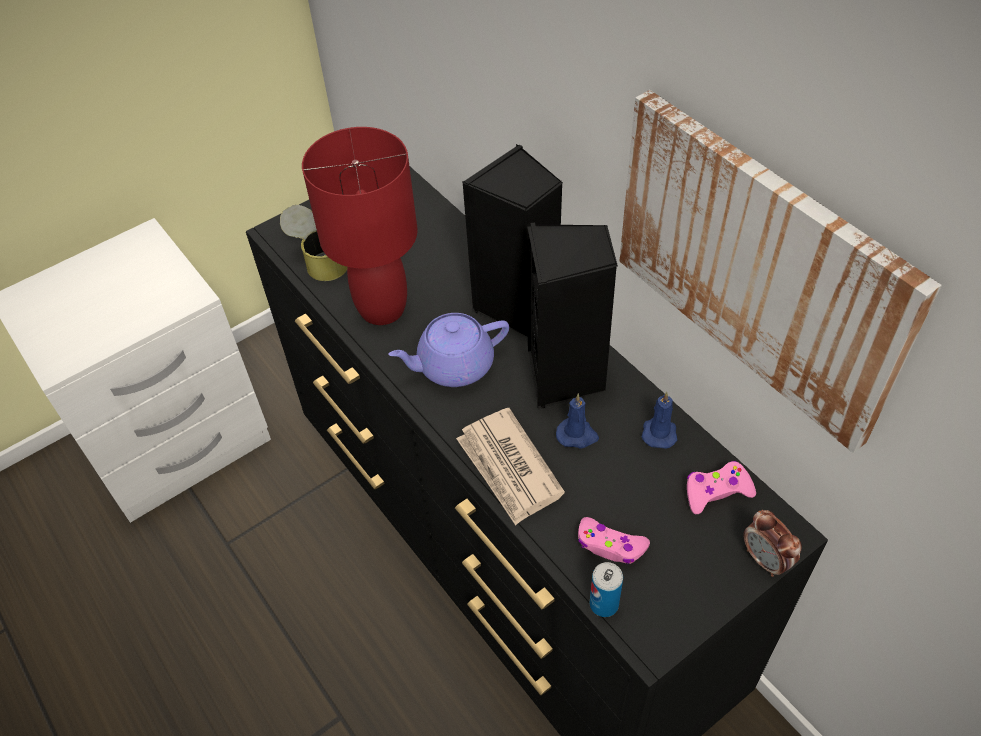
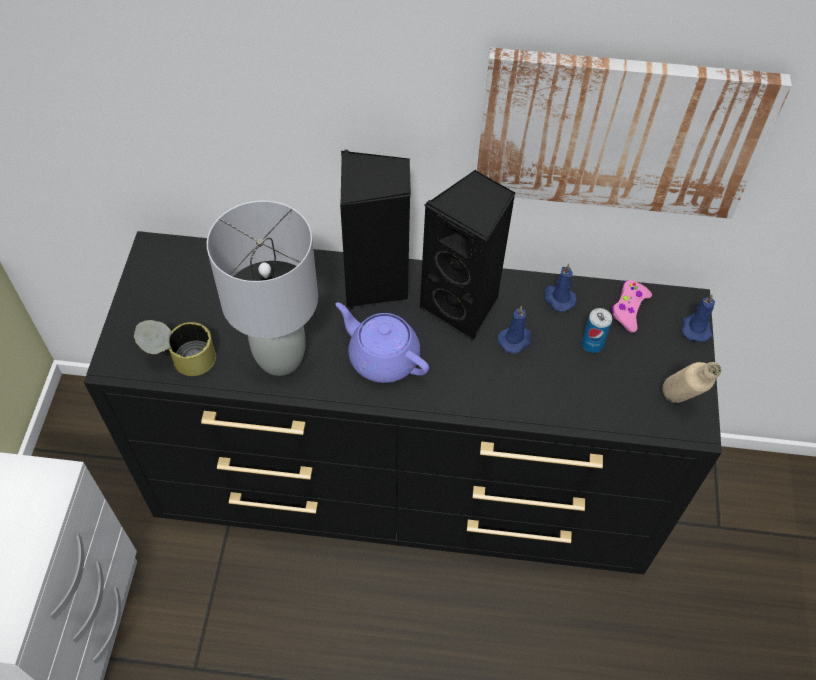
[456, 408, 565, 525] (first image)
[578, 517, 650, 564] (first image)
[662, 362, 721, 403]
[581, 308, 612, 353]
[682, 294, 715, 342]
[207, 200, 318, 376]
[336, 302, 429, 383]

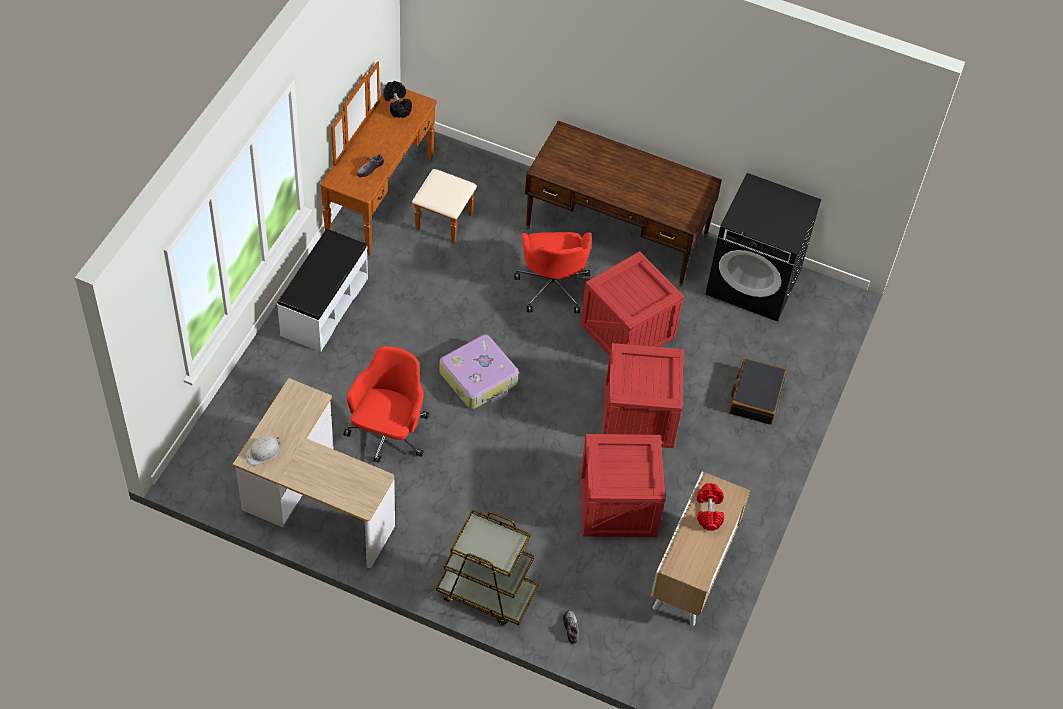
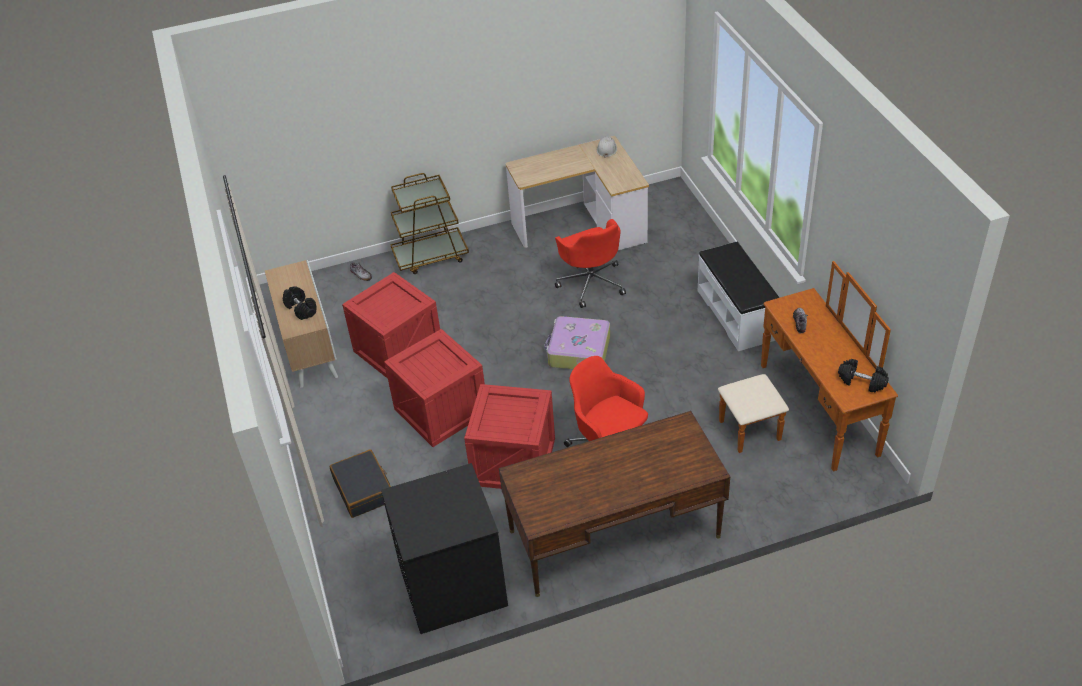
[283, 286, 317, 320]

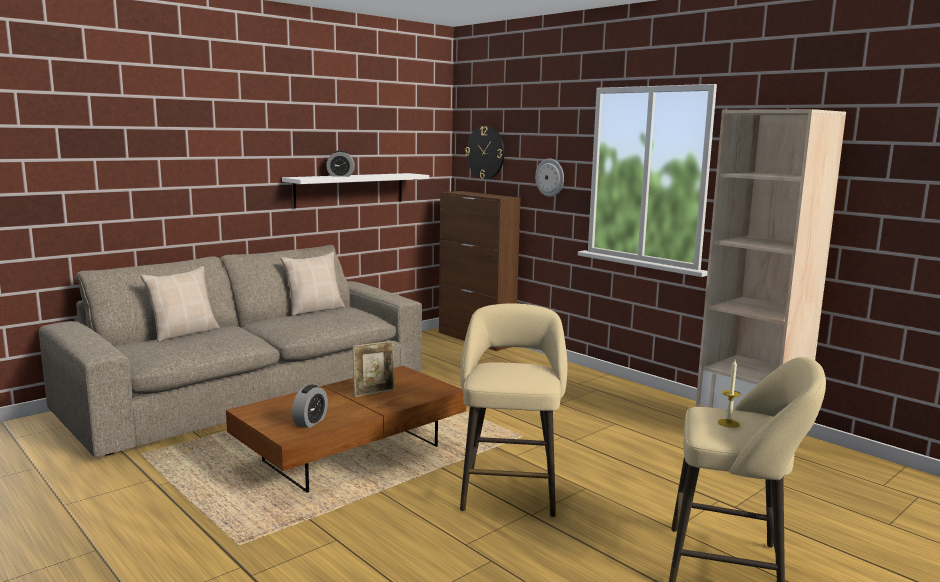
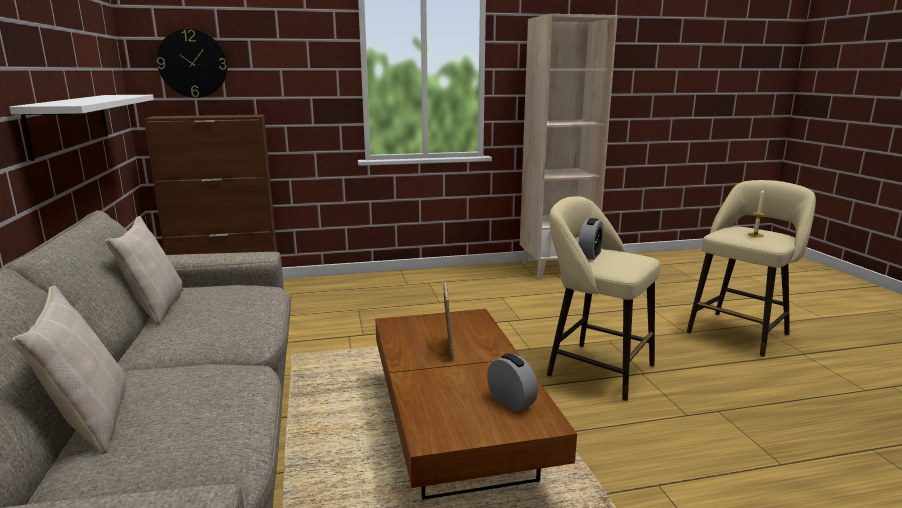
[535, 159, 564, 197] (first image)
[579, 218, 604, 260]

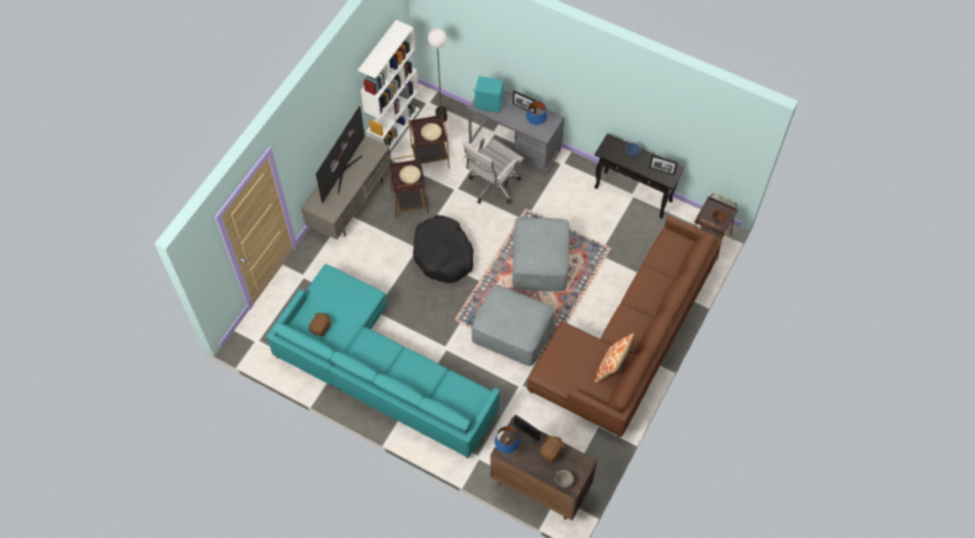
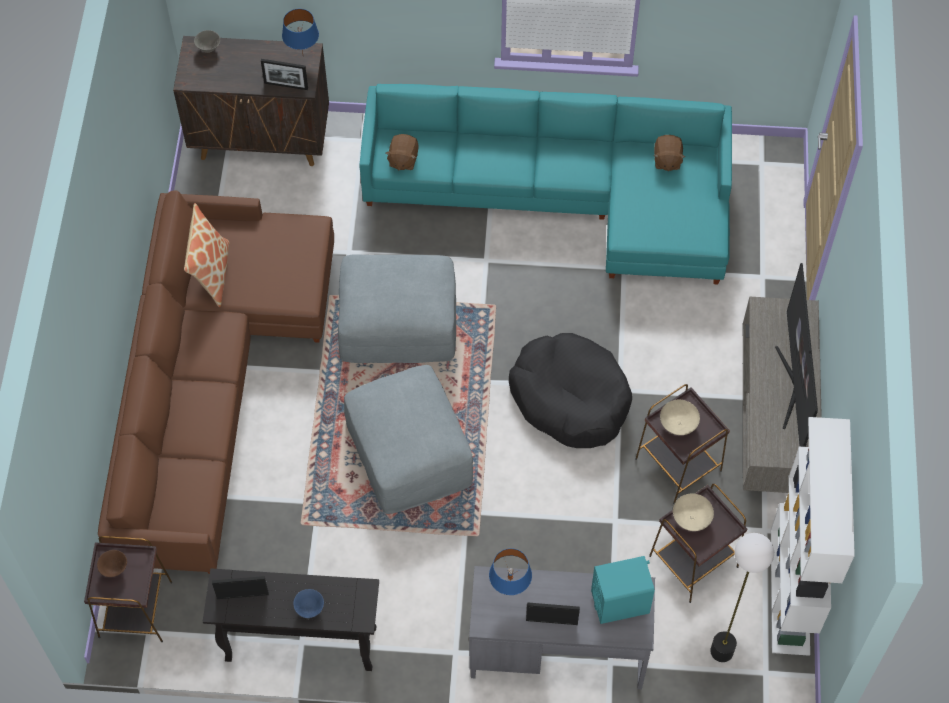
[463, 136, 524, 204] (first image)
[385, 134, 419, 170]

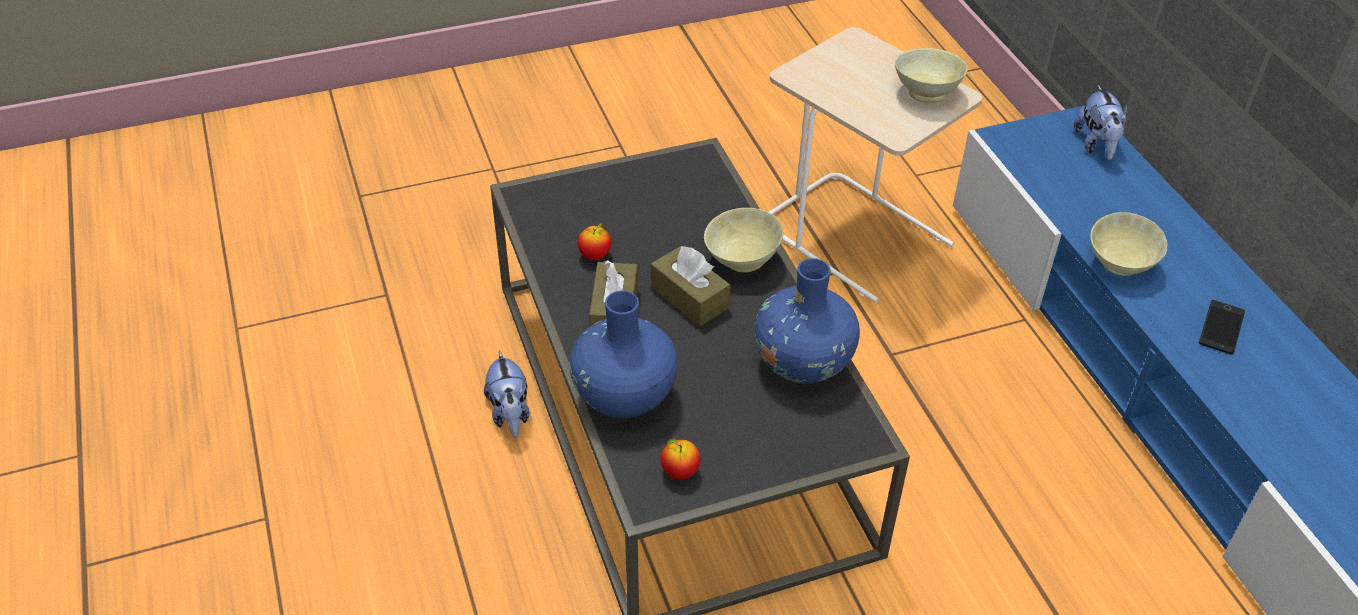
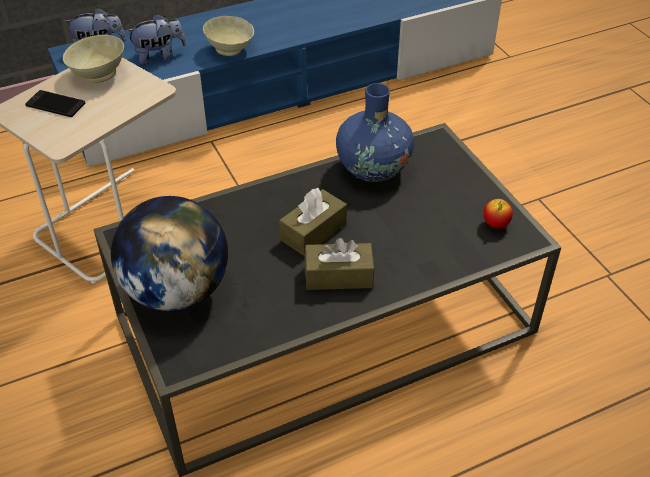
[569, 290, 677, 418] (first image)
[577, 223, 612, 260] (first image)
[704, 208, 783, 273] (first image)
[111, 196, 228, 311]
[126, 14, 186, 65]
[25, 90, 85, 117]

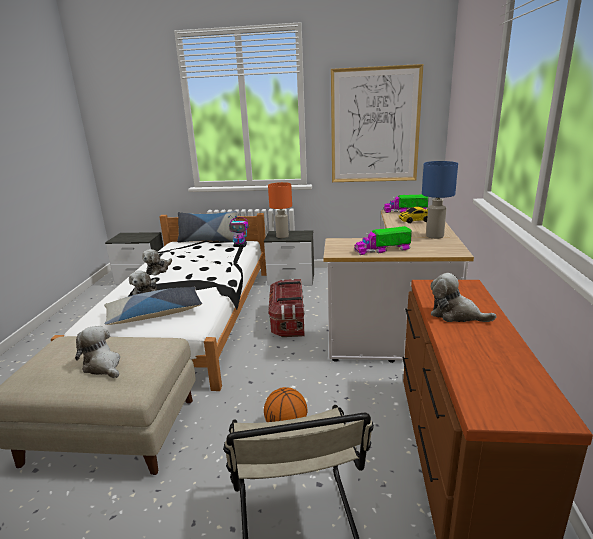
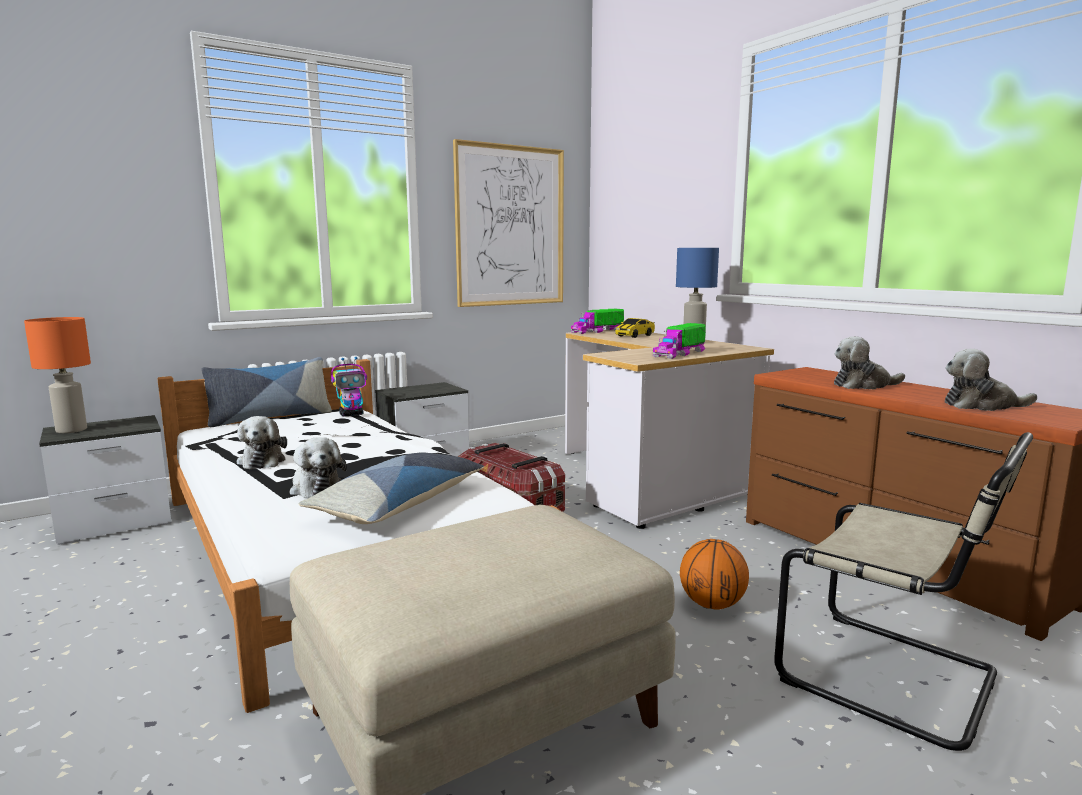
[945, 349, 1037, 411]
[24, 317, 91, 433]

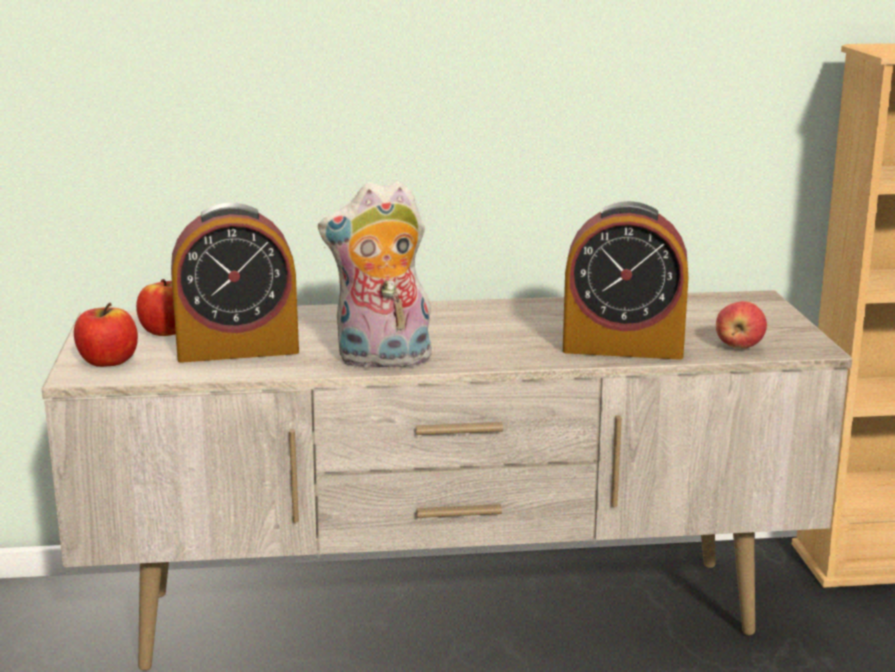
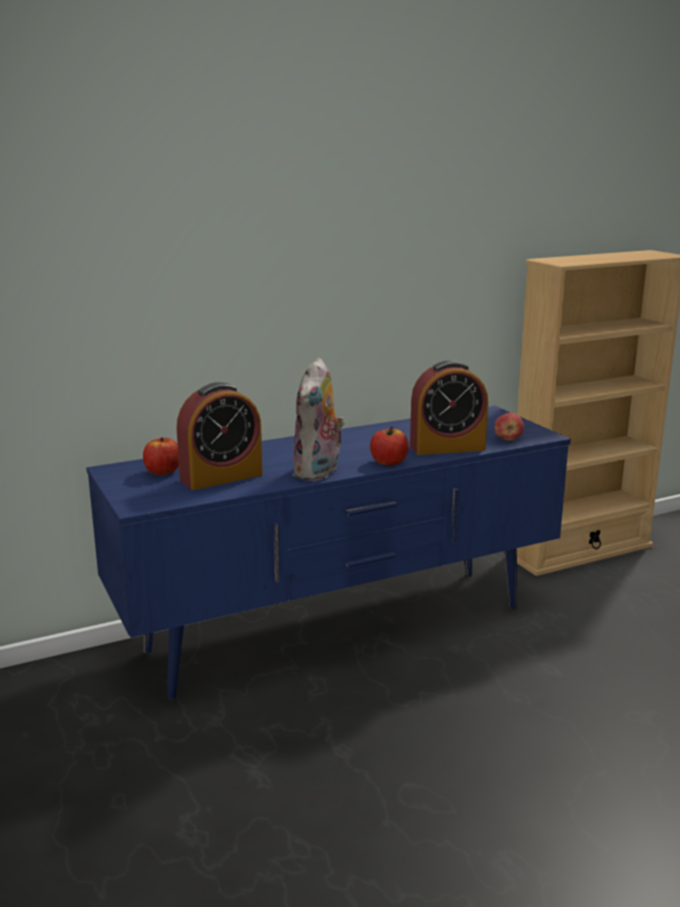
[370, 426, 409, 466]
[86, 406, 571, 700]
[292, 358, 345, 481]

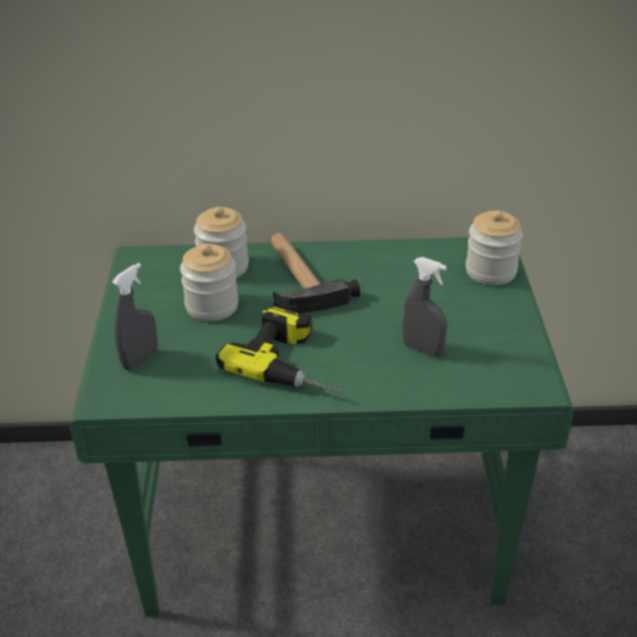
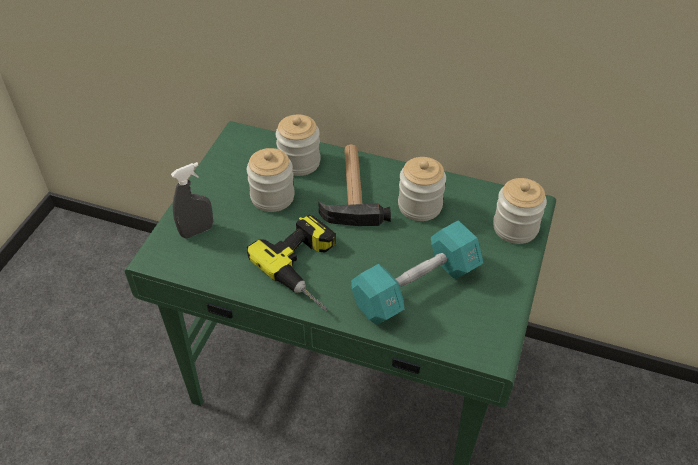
[398, 157, 446, 221]
[351, 221, 483, 325]

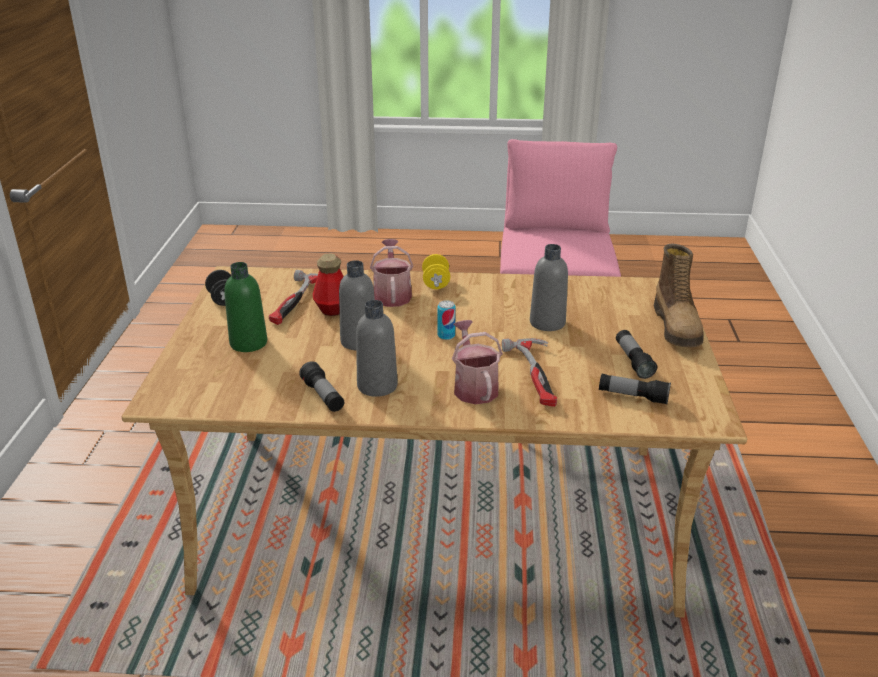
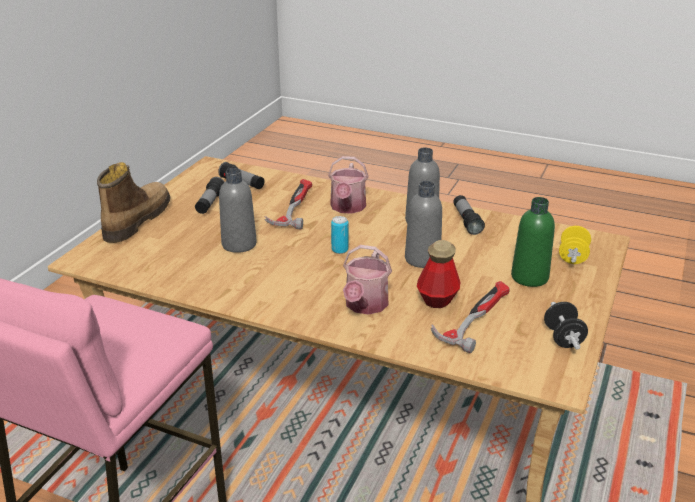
[559, 226, 591, 264]

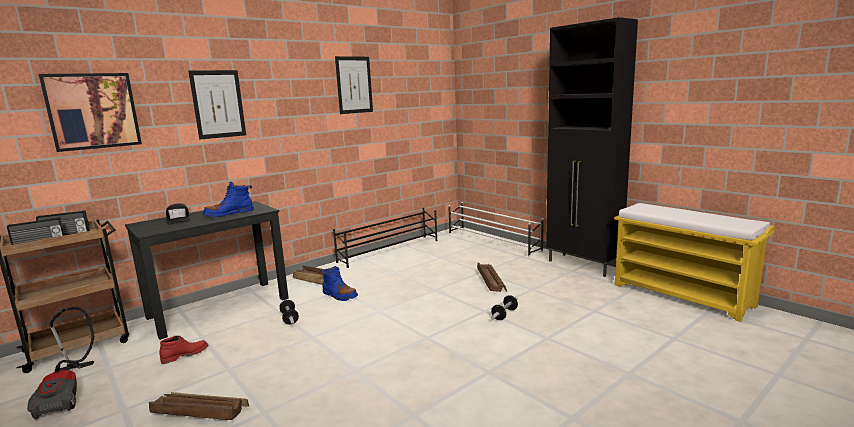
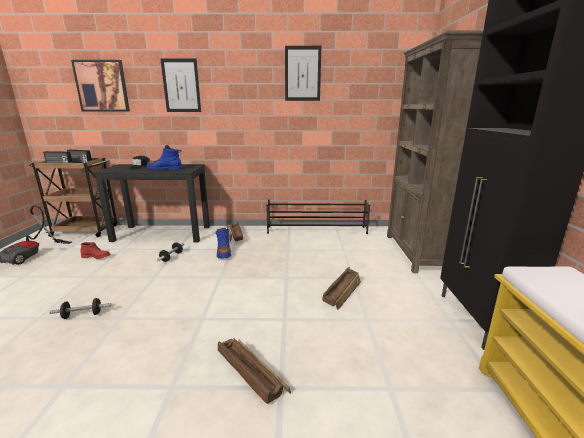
[218, 338, 291, 404]
[49, 298, 112, 319]
[387, 30, 483, 273]

